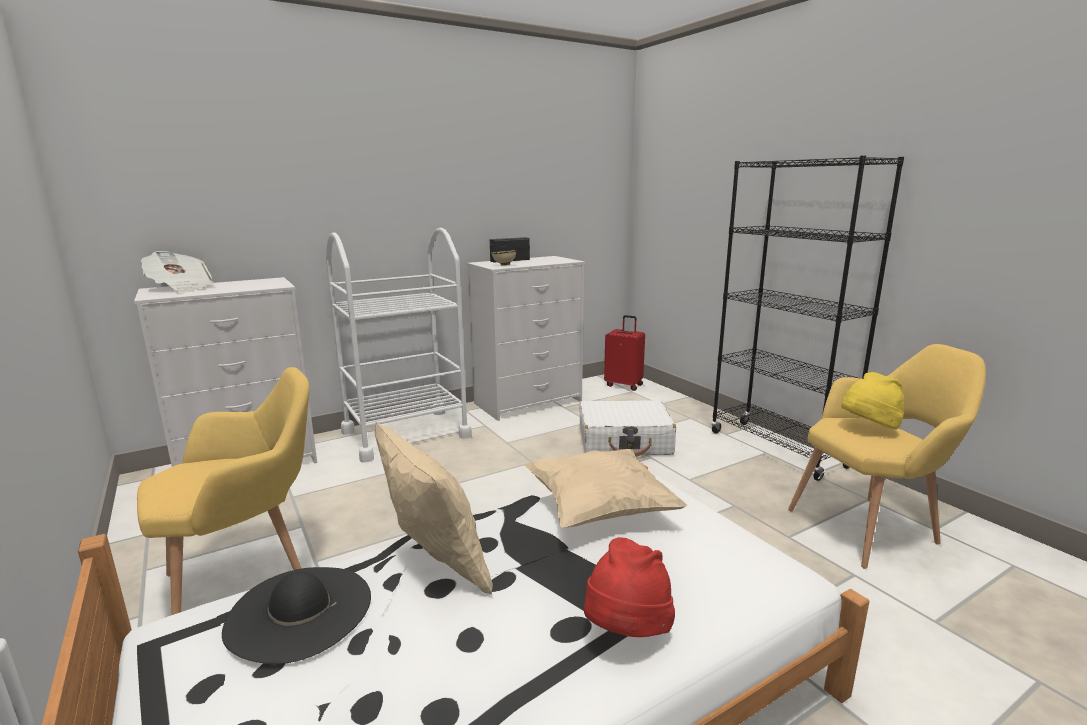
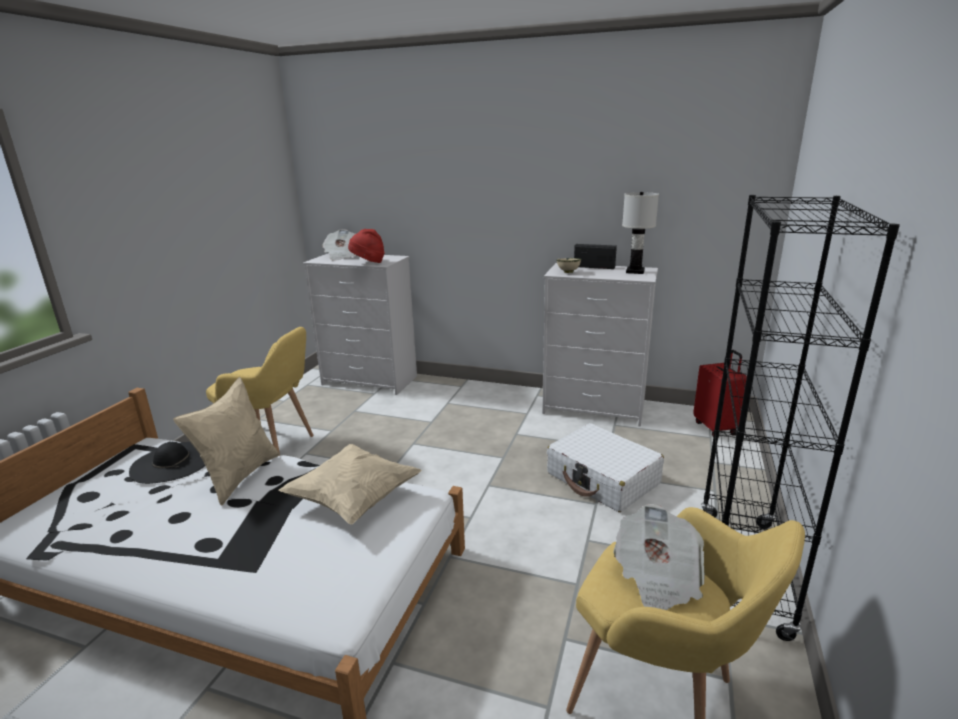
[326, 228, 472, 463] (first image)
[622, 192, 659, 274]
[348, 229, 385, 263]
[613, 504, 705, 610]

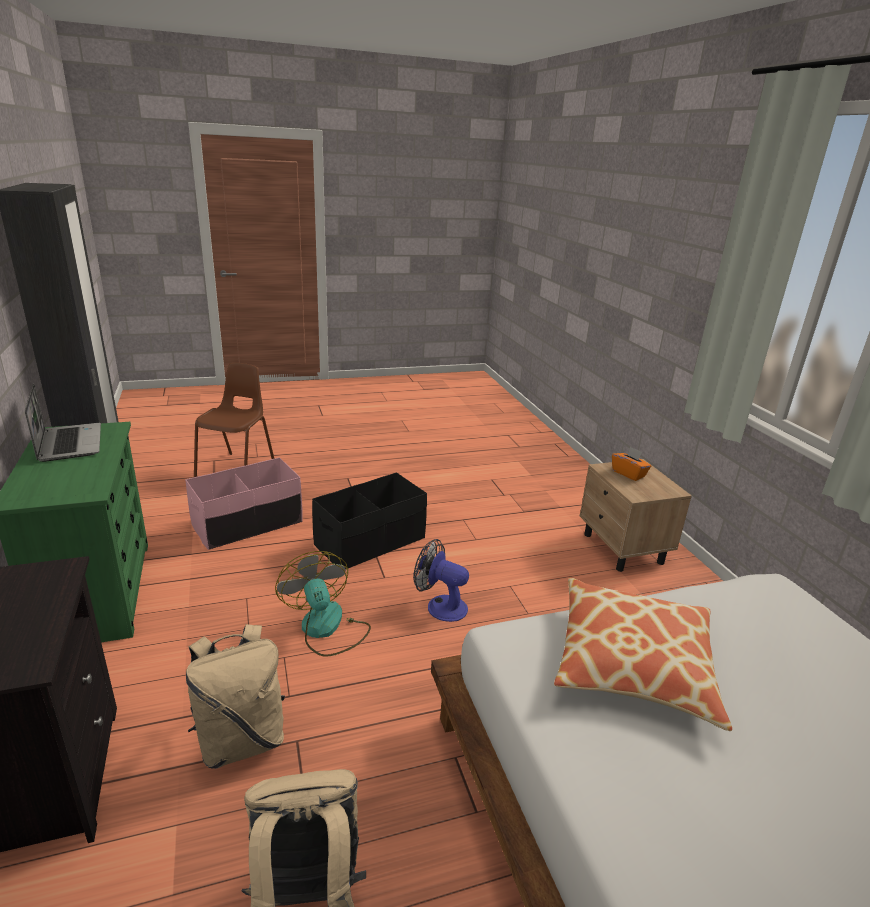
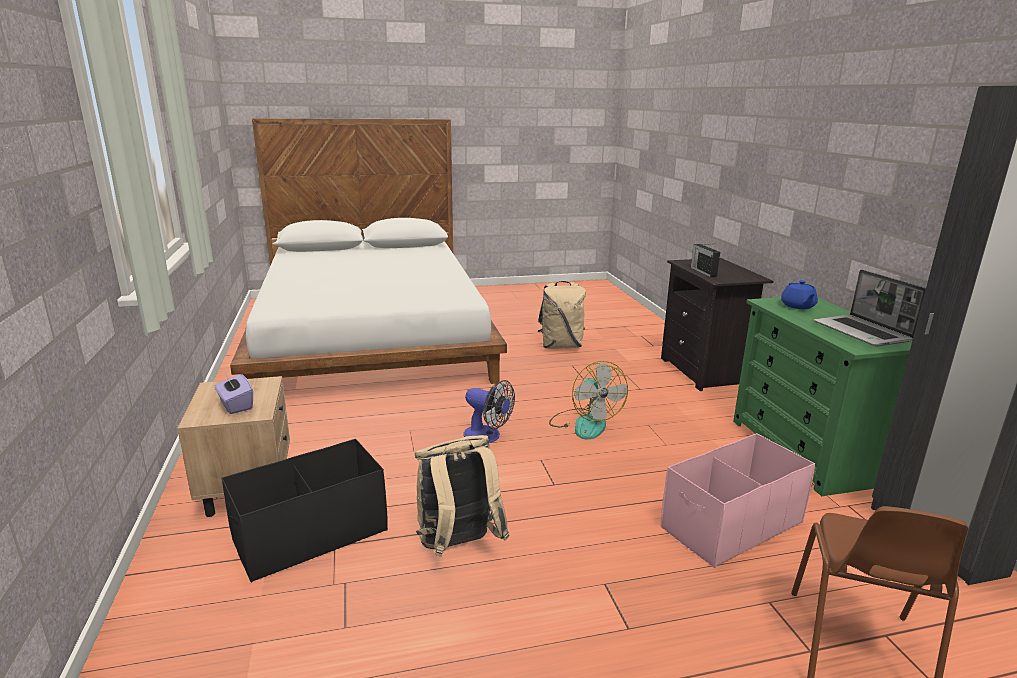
[554, 578, 732, 731] (first image)
[691, 244, 720, 277]
[781, 280, 818, 309]
[415, 435, 510, 557]
[221, 439, 388, 583]
[215, 373, 253, 414]

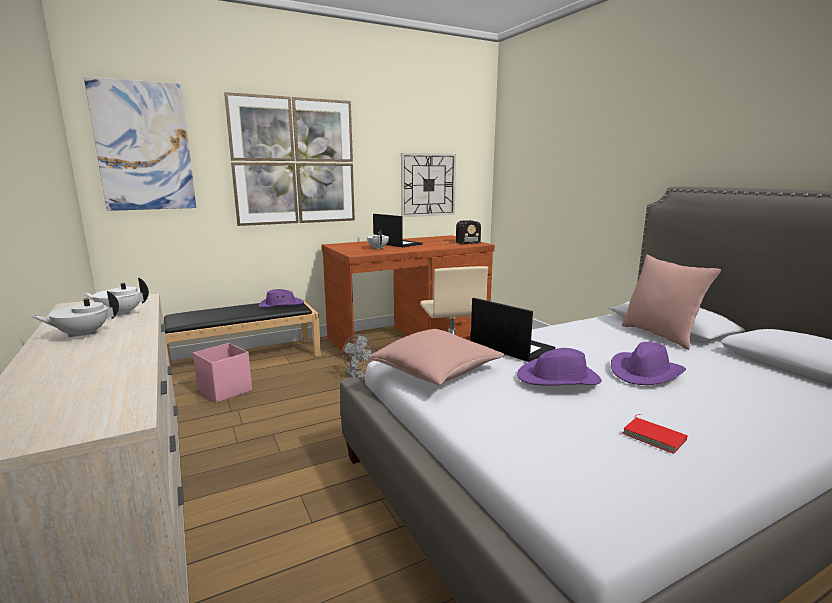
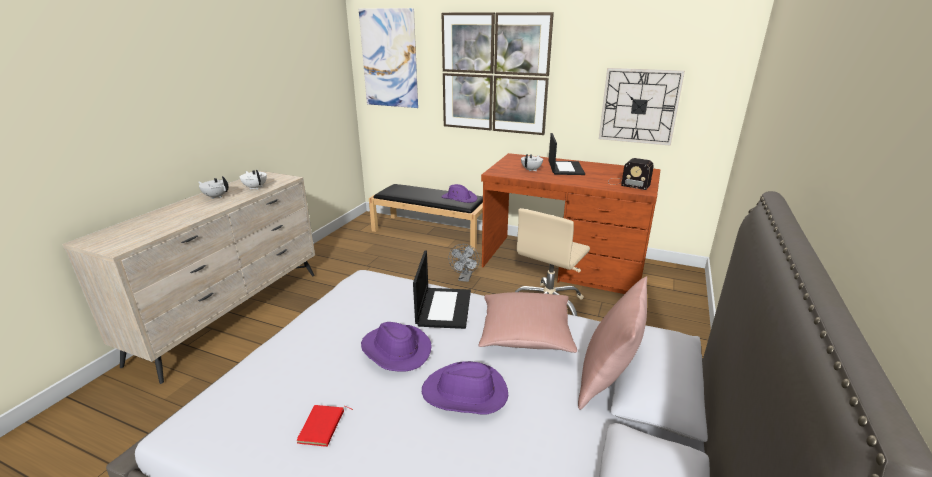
[193, 343, 252, 403] (first image)
[479, 292, 577, 353]

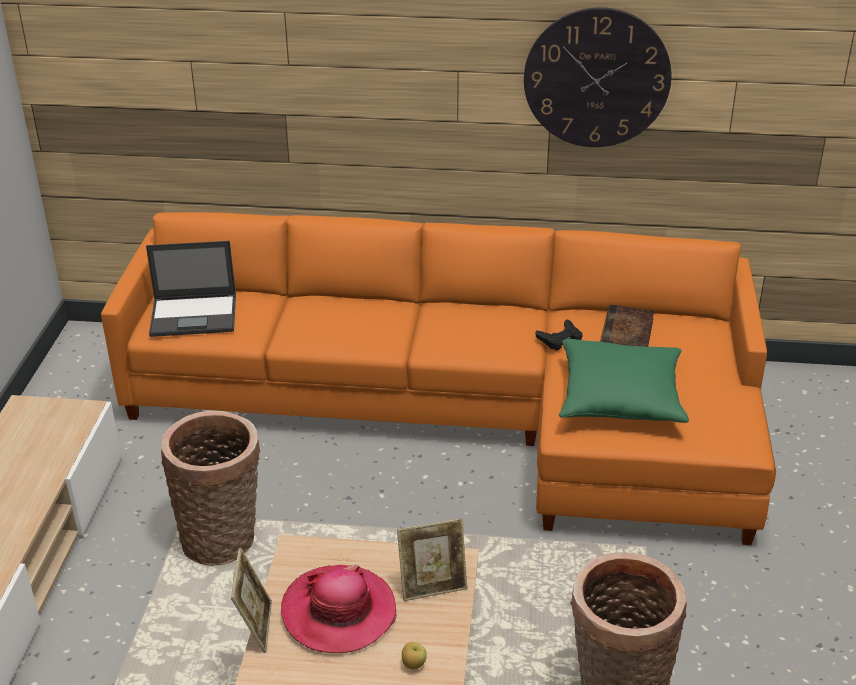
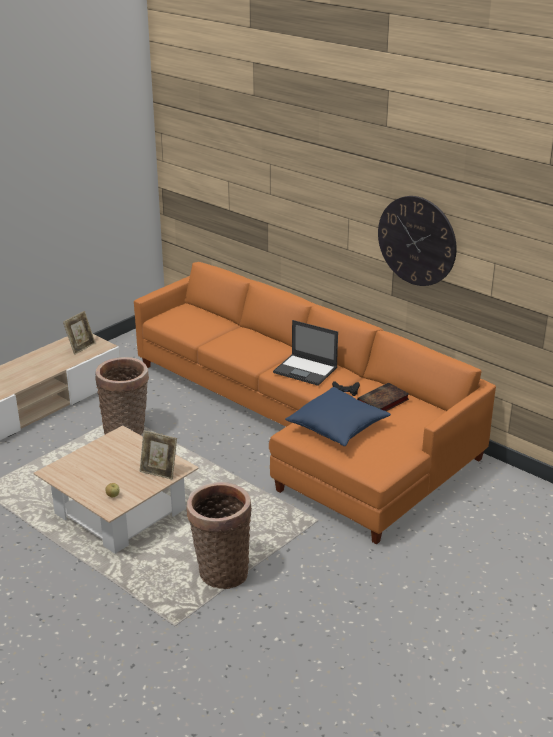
[281, 565, 397, 653] (first image)
[273, 320, 338, 386]
[63, 311, 95, 355]
[285, 387, 391, 446]

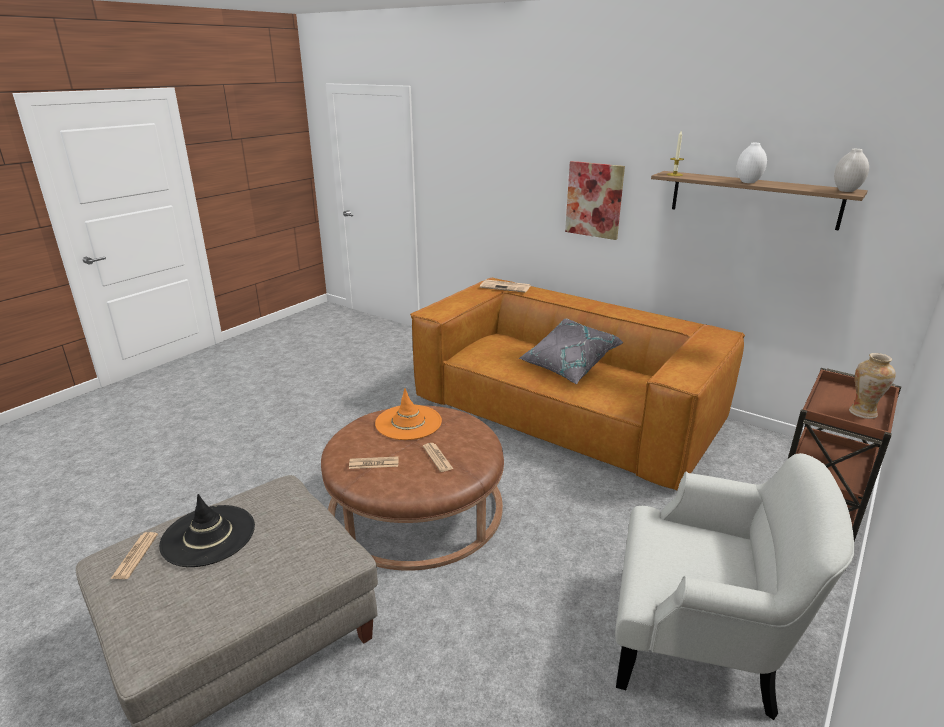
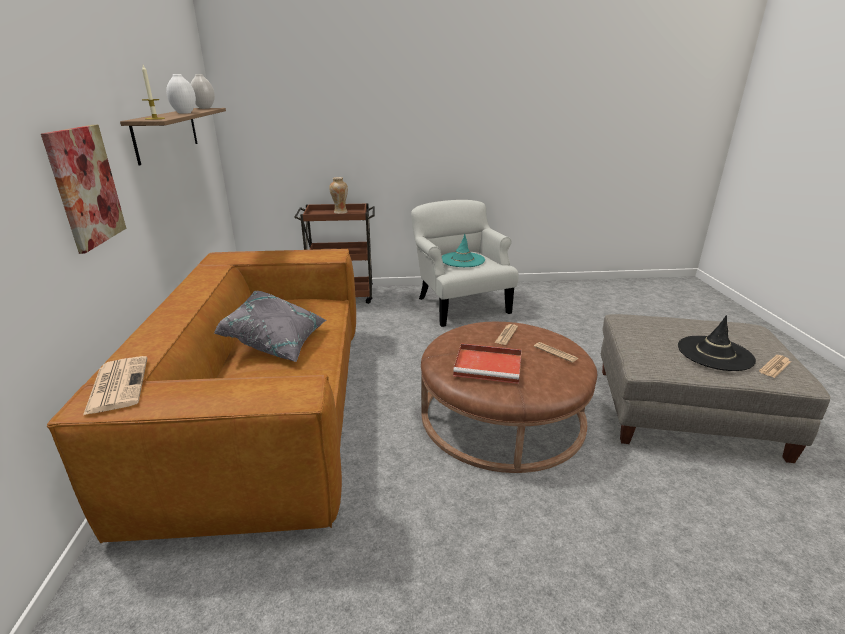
[442, 234, 485, 267]
[453, 343, 522, 384]

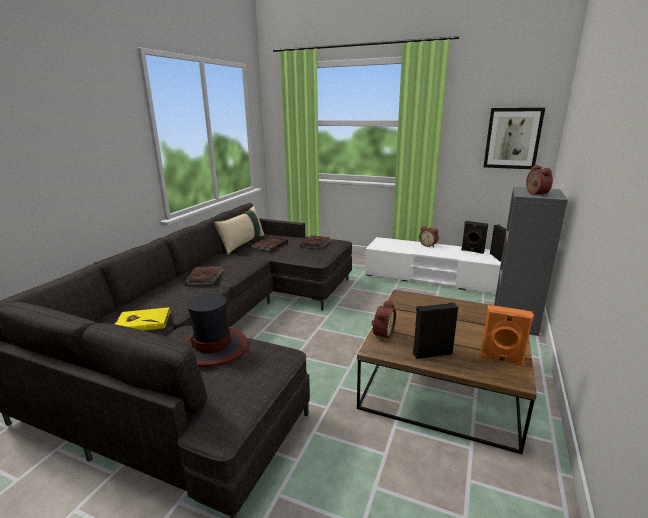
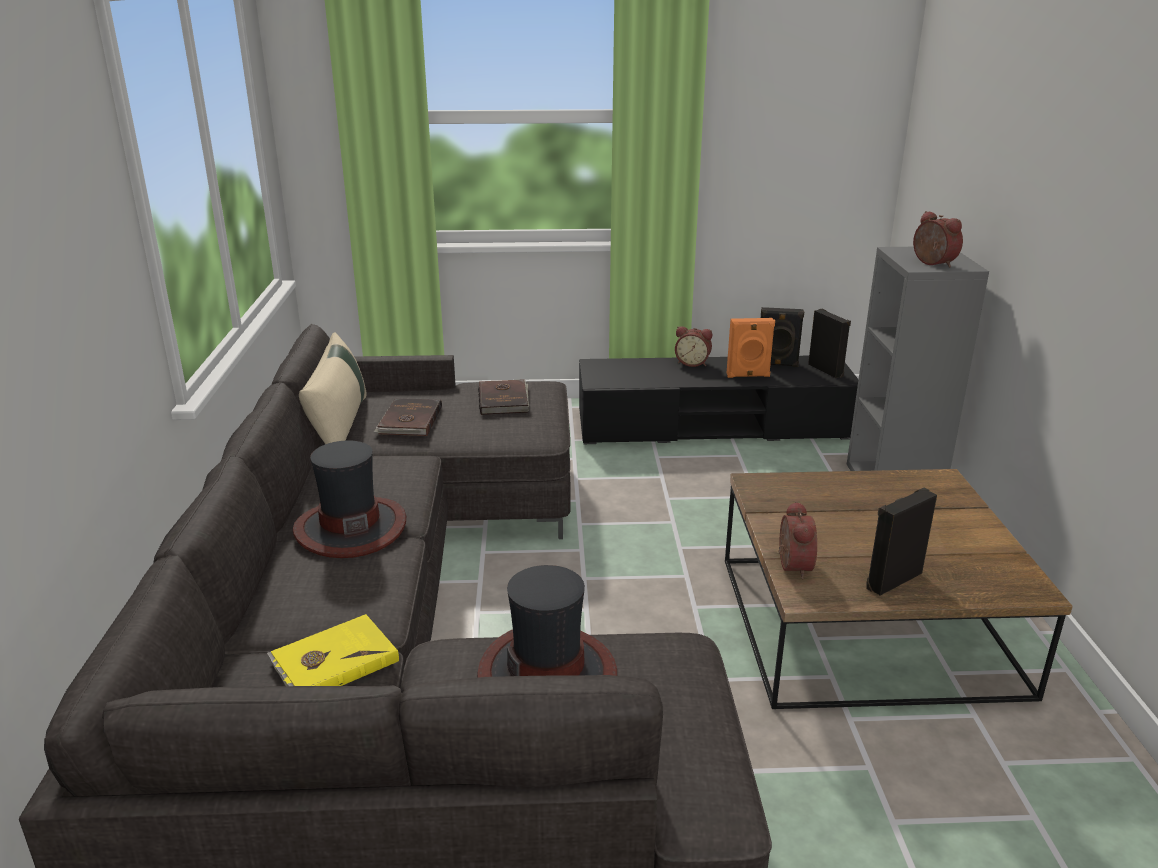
[484, 108, 545, 169] (first image)
[726, 318, 775, 378]
[293, 440, 406, 558]
[579, 356, 859, 444]

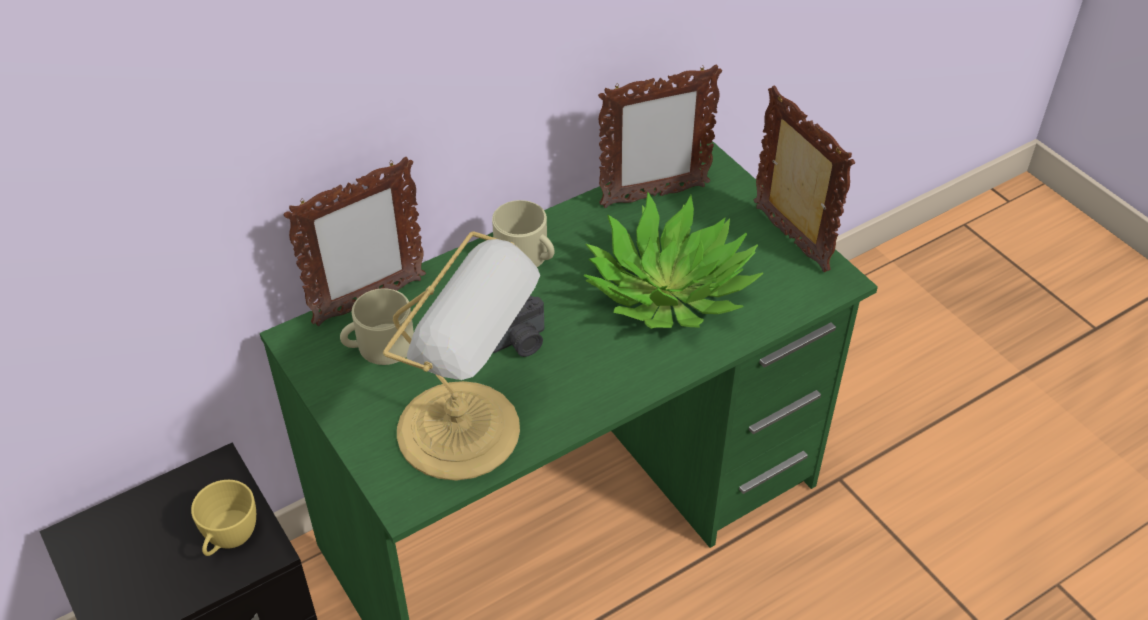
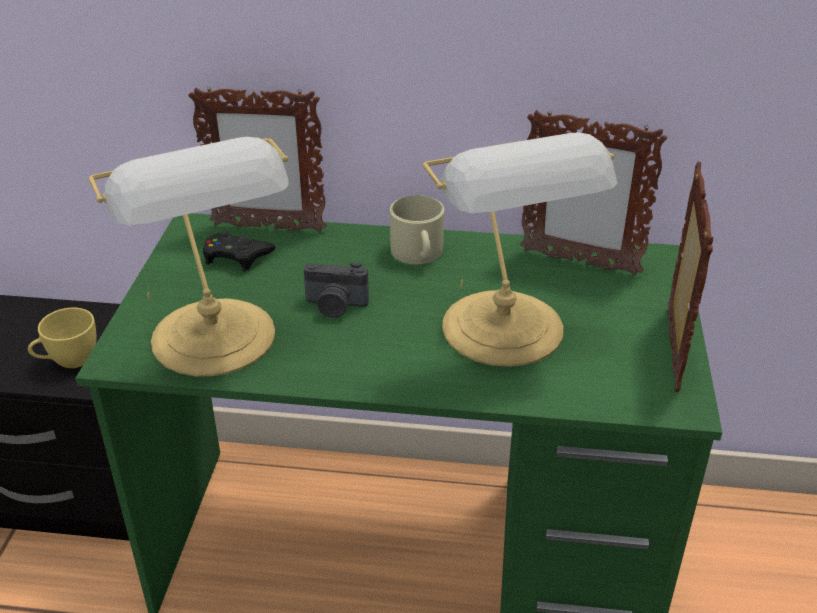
[203, 232, 276, 271]
[423, 132, 617, 367]

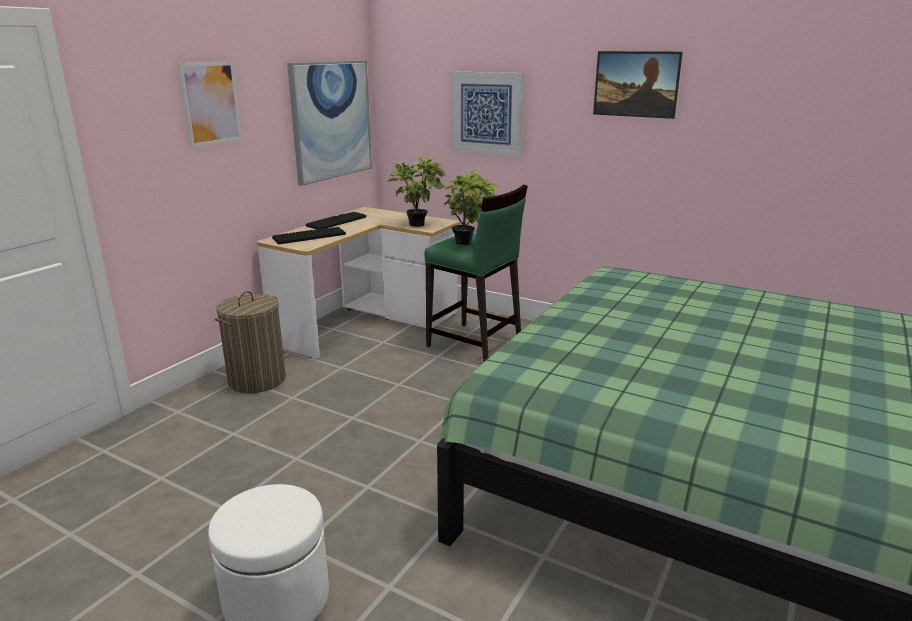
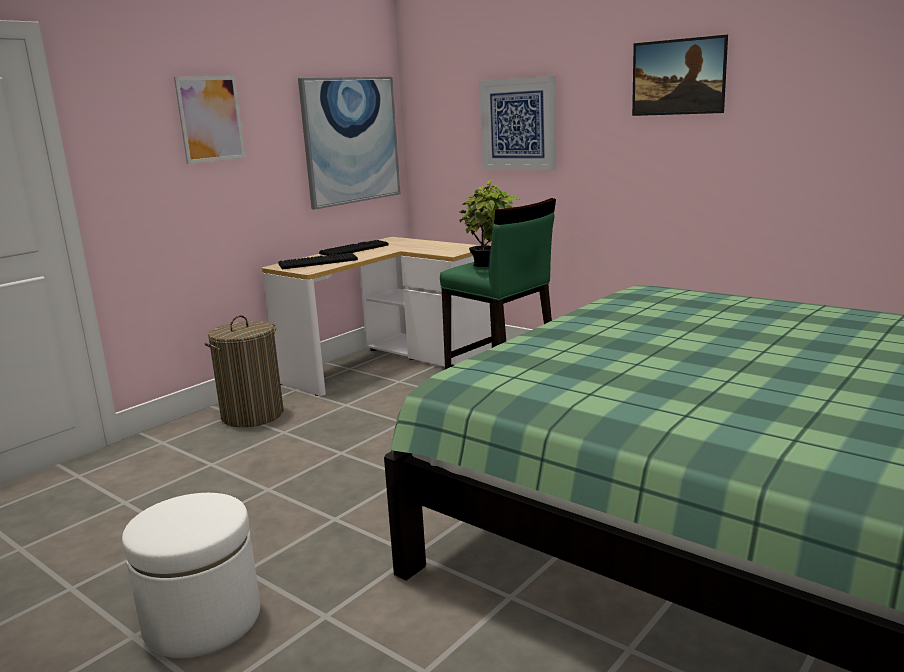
[387, 154, 446, 227] (first image)

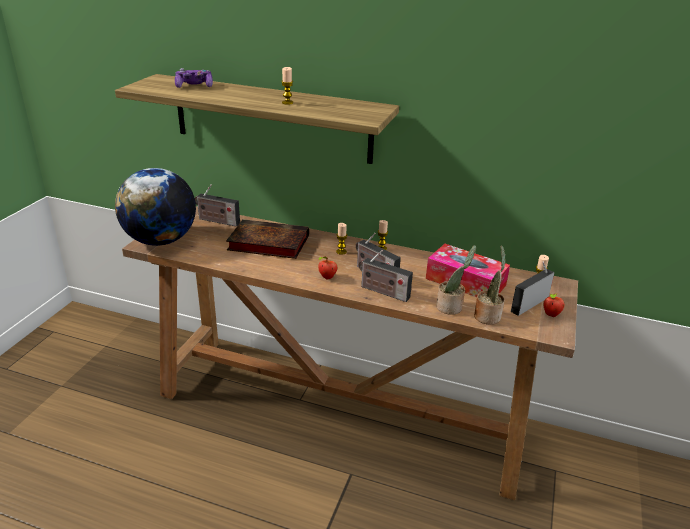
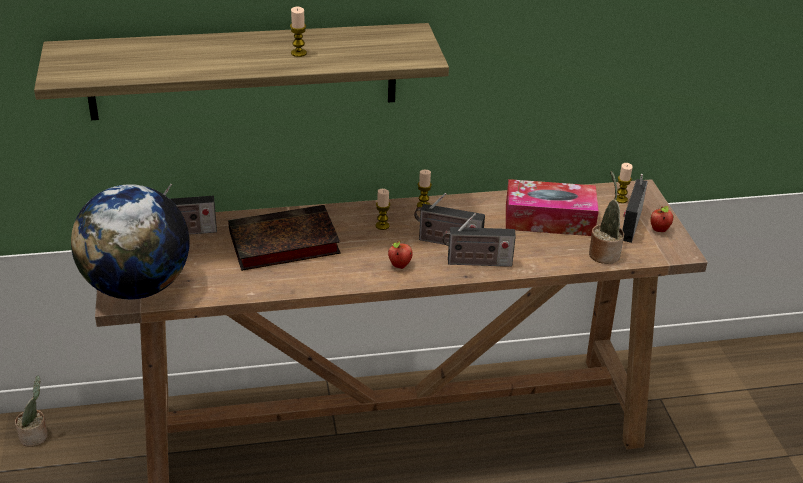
[175, 68, 213, 88] (first image)
[15, 375, 48, 447]

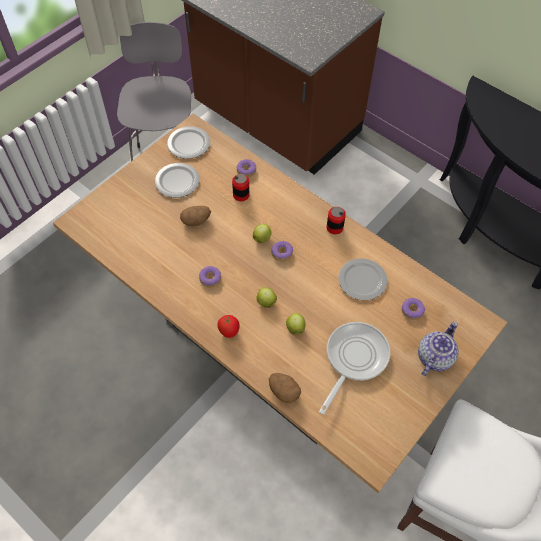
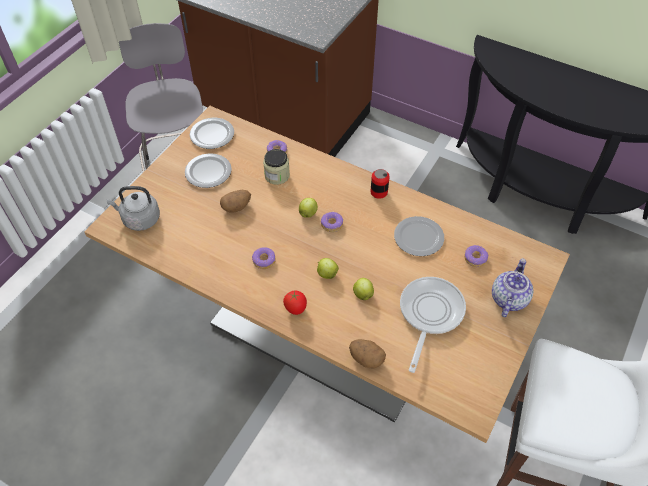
[107, 186, 160, 231]
[263, 149, 290, 185]

